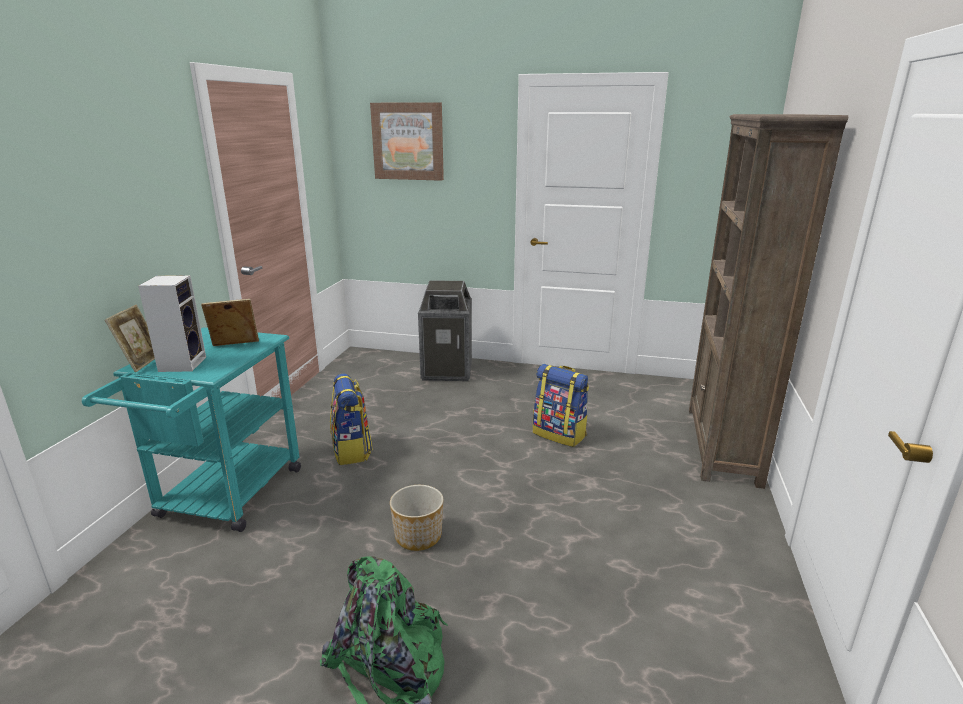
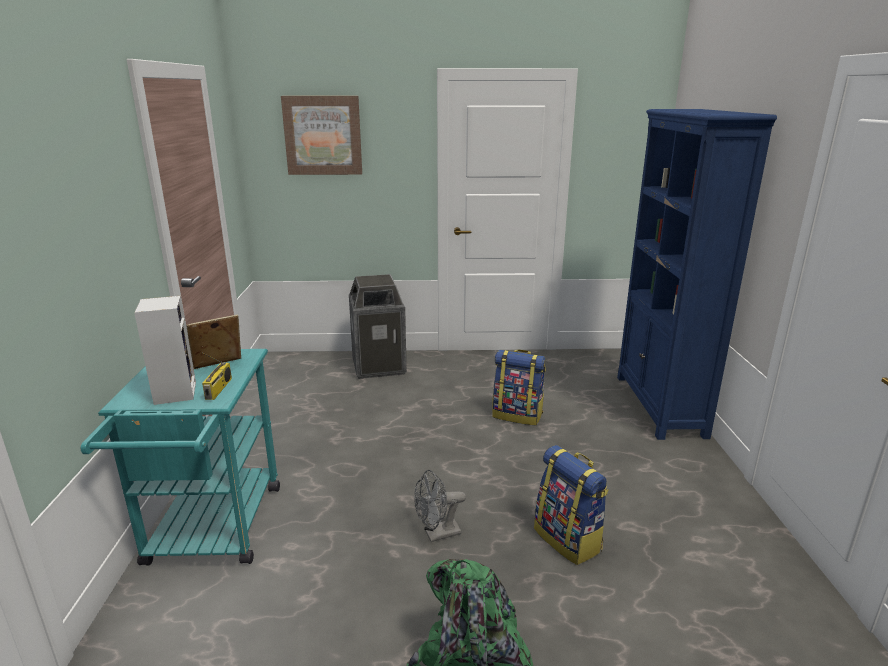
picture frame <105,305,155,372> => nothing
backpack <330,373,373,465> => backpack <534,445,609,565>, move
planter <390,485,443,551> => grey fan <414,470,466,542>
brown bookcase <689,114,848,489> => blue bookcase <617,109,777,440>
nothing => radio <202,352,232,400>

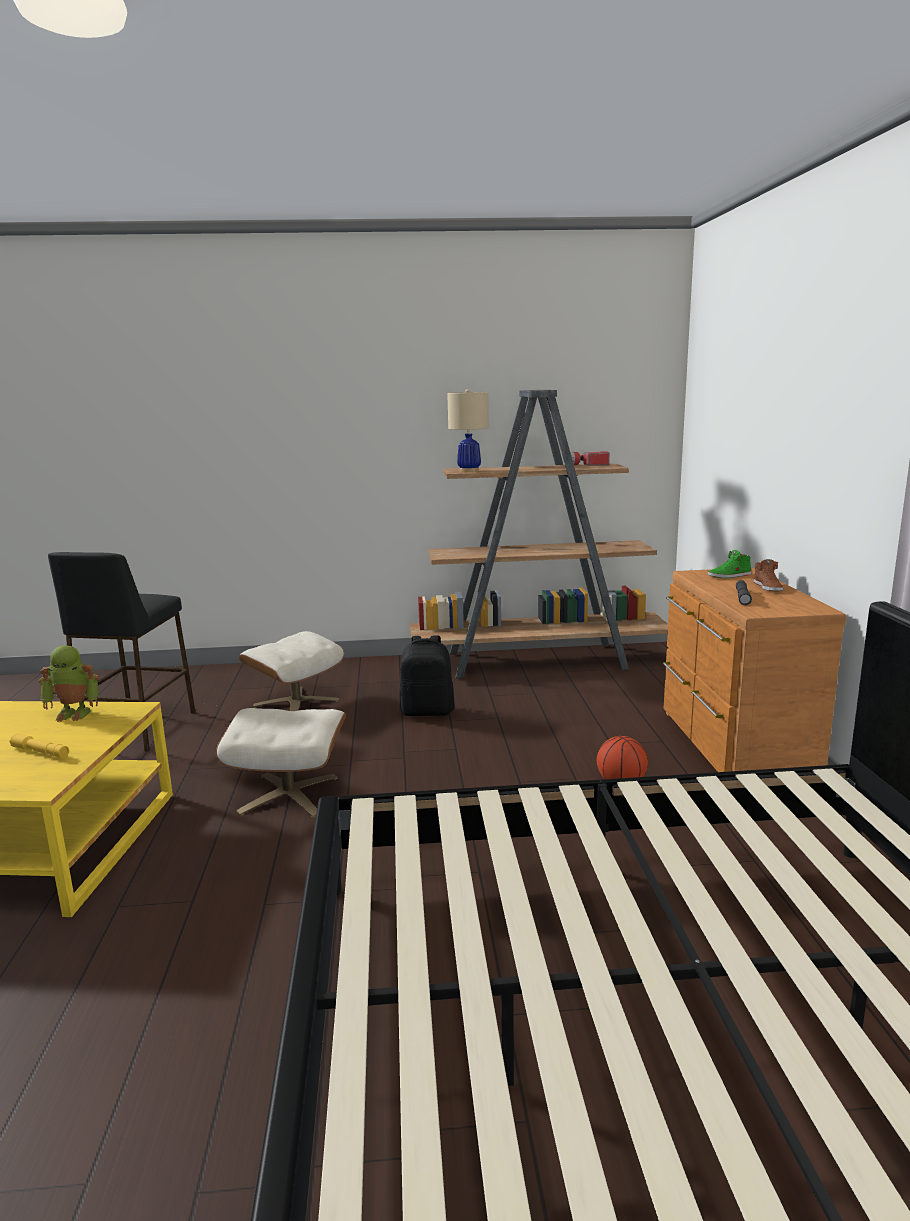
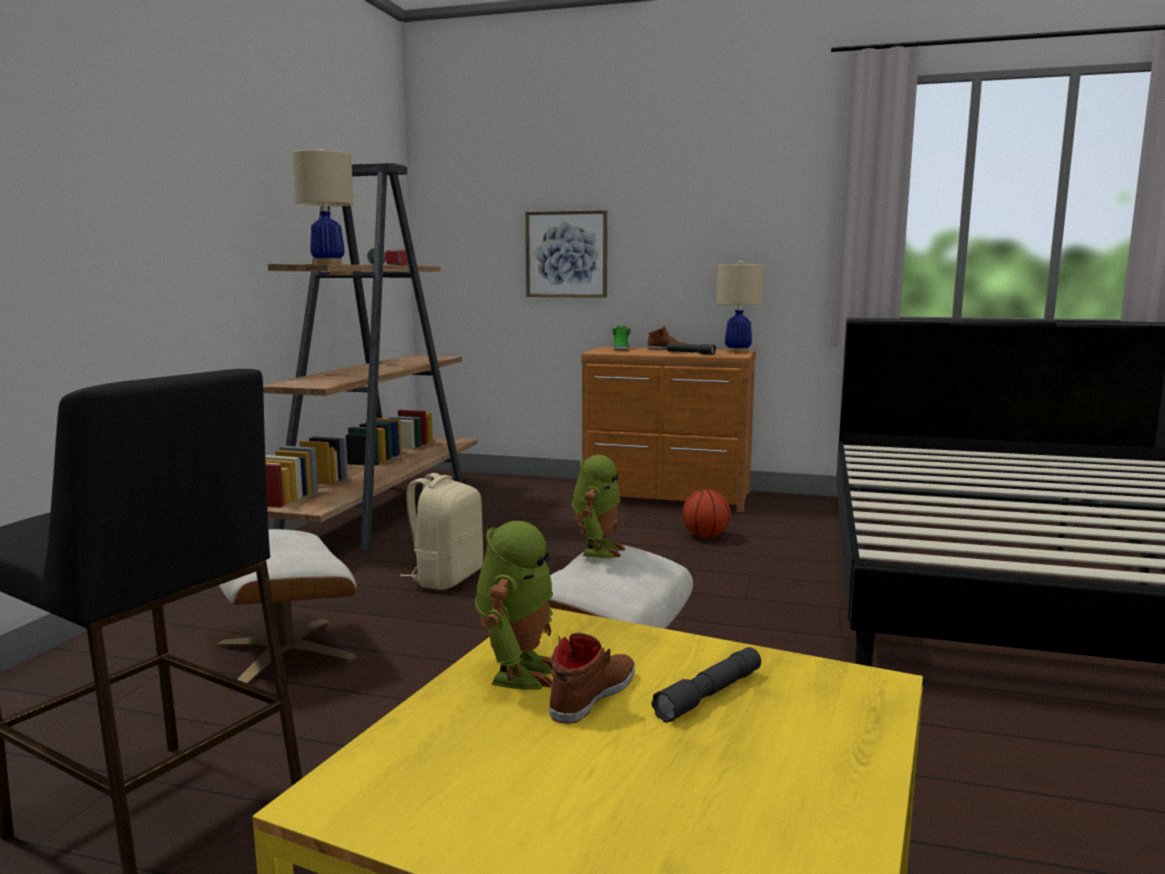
yellow flashlight <10,733,69,758> => grey flashlight <651,647,761,723>
black backpack <399,636,455,716> => beige backpack <400,473,483,590>
nothing => picture <525,210,607,298>
nothing => brown shoe <549,632,635,724>
nothing => toy robot <572,455,625,558>
nothing => beige table lamp <717,261,764,353>

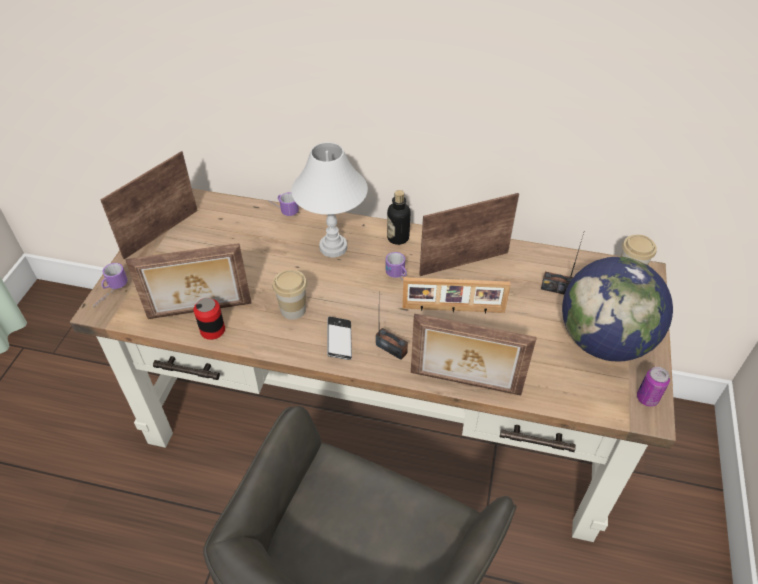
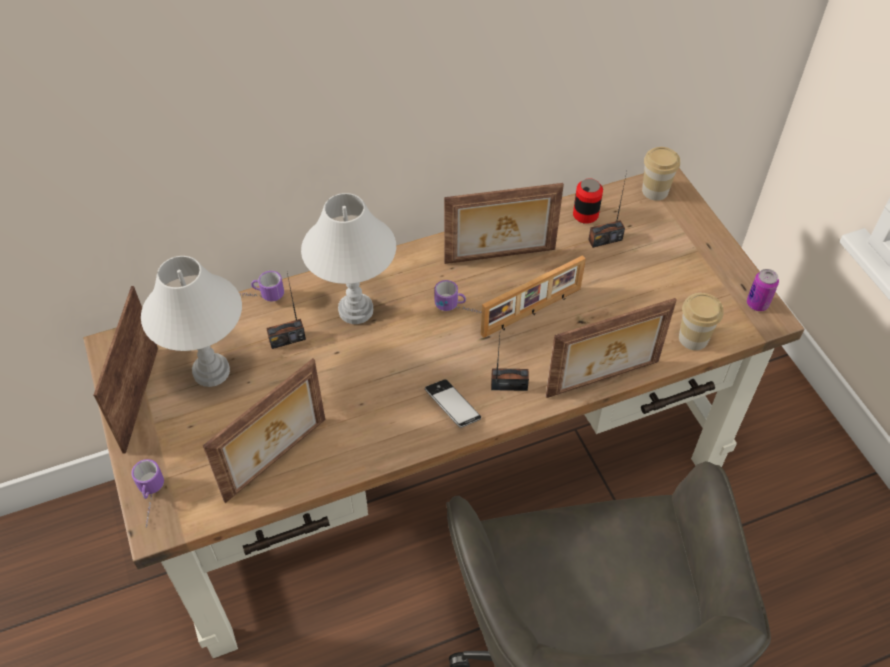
can <194,298,225,340> => can <573,179,603,224>, move
cup <272,270,307,320> => cup <679,293,724,350>, move
bottle <387,190,410,245> => nothing
picture frame <419,193,519,276> => picture frame <444,183,564,264>, 135 degrees counterclockwise
globe <562,257,673,361> => nothing
nothing => white table lamp <141,256,242,387>
nothing => radio <266,273,306,349>

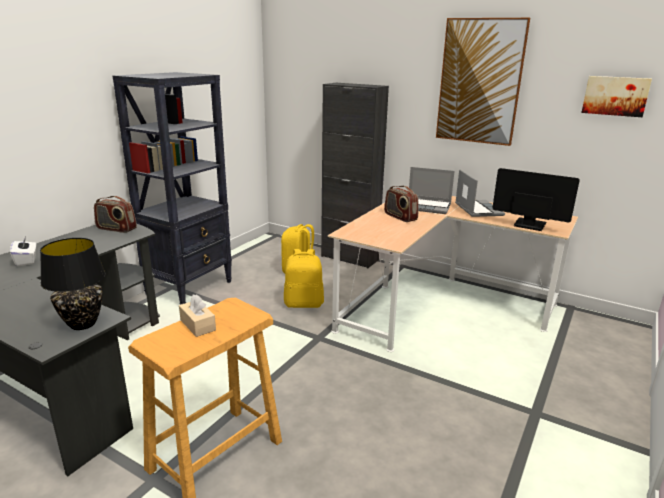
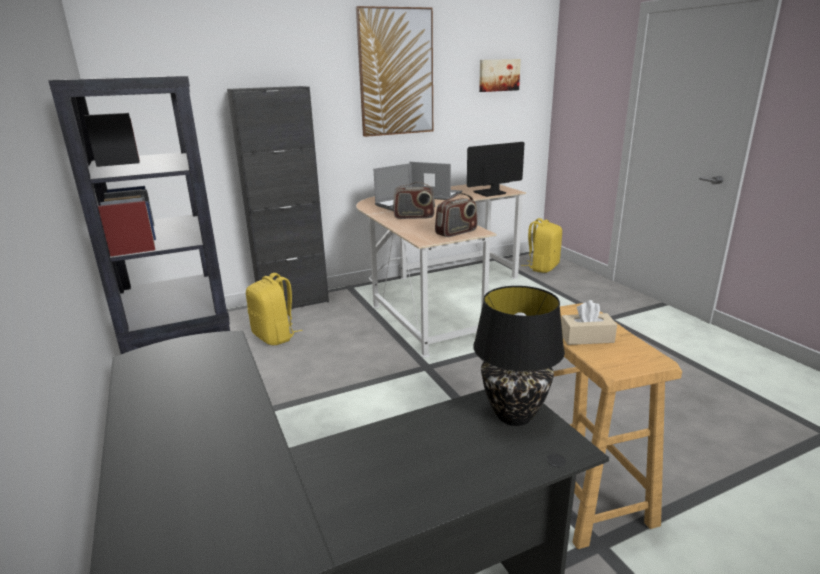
white tissue box <10,237,36,266> => nothing
radio <94,196,137,233> => radio <435,193,477,237>, move
yellow backpack <284,249,324,308> => yellow backpack <521,218,562,273>, move

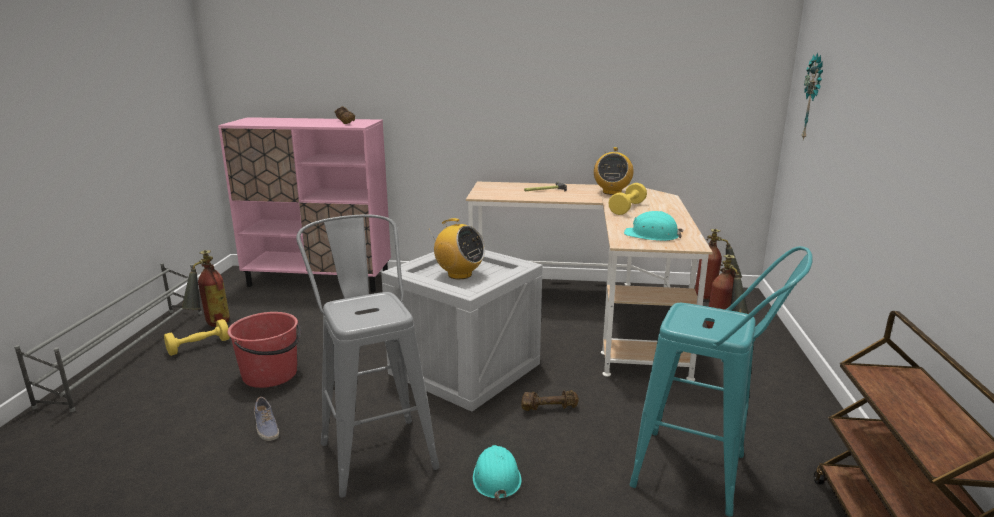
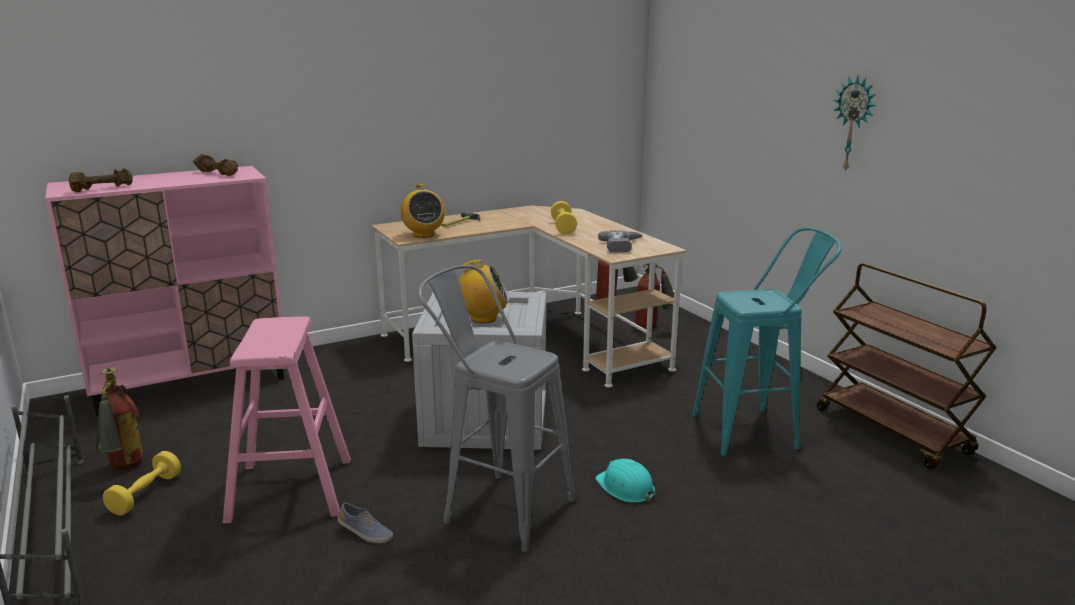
red bucket <228,312,301,388> => pink stool <223,317,351,524>
brown dumbbell <521,390,579,411> => brown dumbbell <69,168,133,192>, move
radio <594,147,633,195> => radio <401,184,445,238>, move
turquoise hard hat <624,211,683,241> => power drill <598,231,643,253>
wall clock <801,53,823,139> => wall clock <833,76,876,172>, move

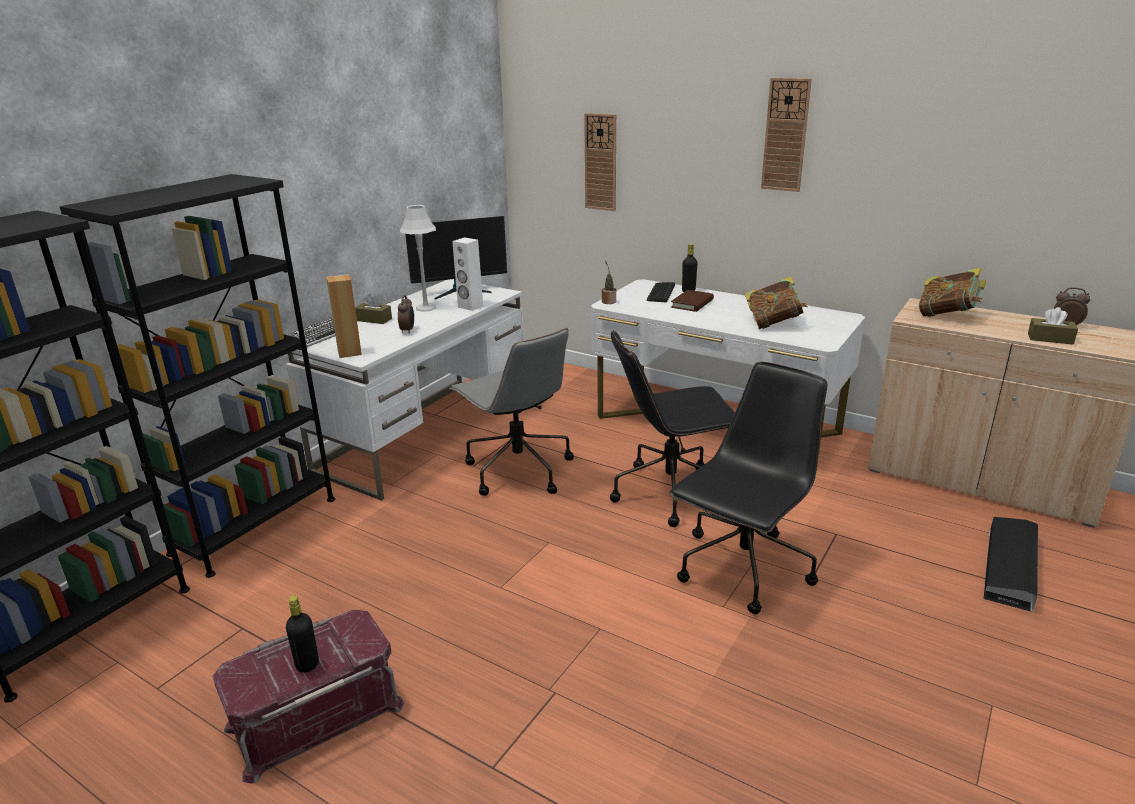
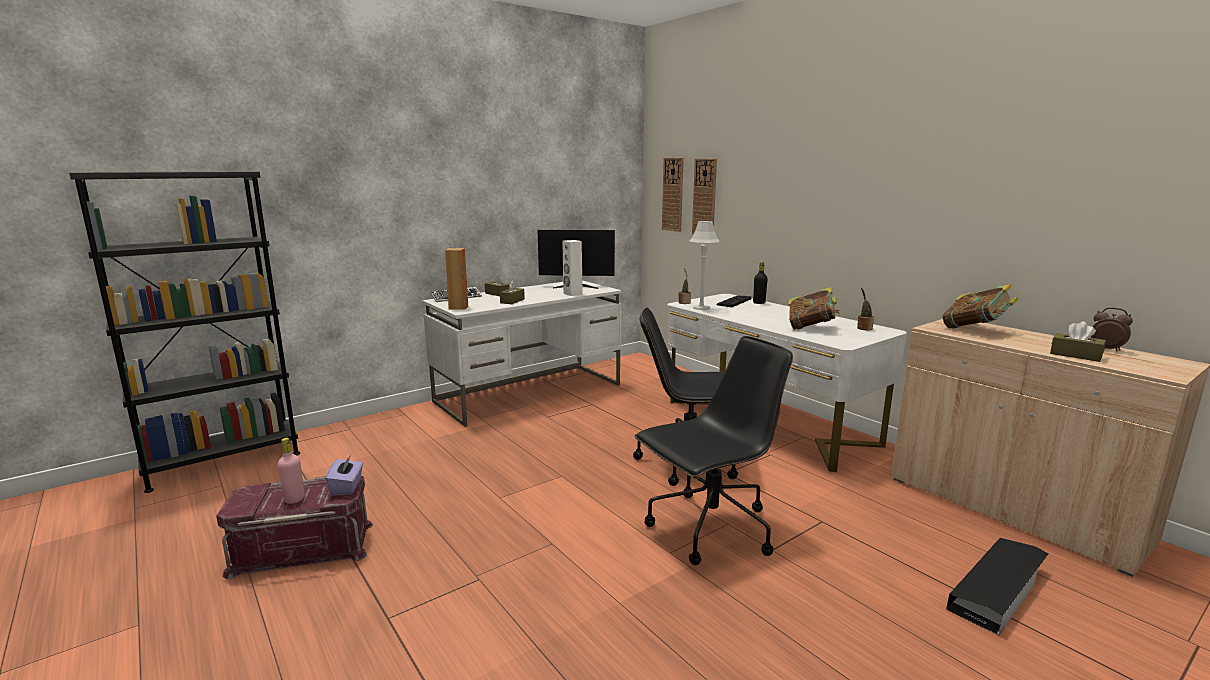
black bookcase <59,174,335,578> => nothing
black bottle <286,596,319,673> => pink bottle <277,438,305,504>
alarm clock <398,295,414,333> => brown tissue box <500,280,525,304>
grey table lamp <400,205,436,312> => grey table lamp <689,221,719,310>, move
grey office chair <449,328,574,496> => nothing
brown book <671,290,714,312> => nothing
wall clock <761,78,812,192> => wall clock <662,158,684,232>, move
nothing => purple tissue box <325,455,363,495>
nothing => potted plant <857,287,874,330>

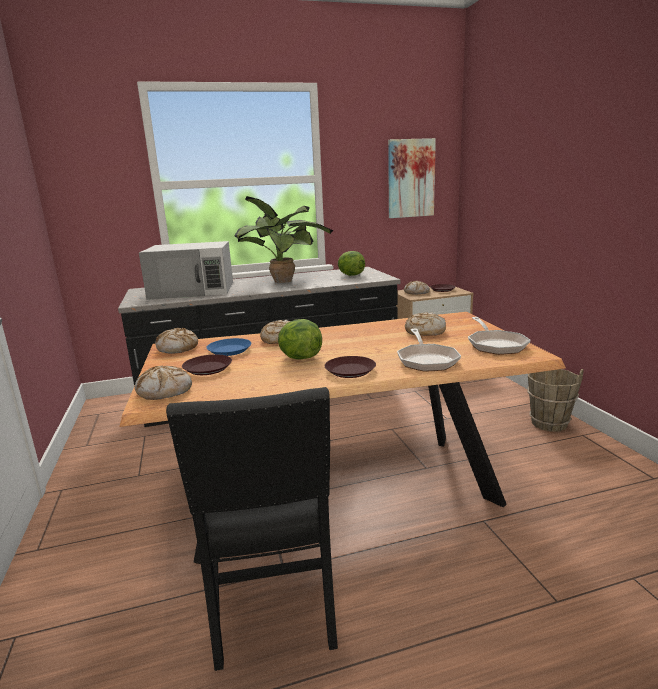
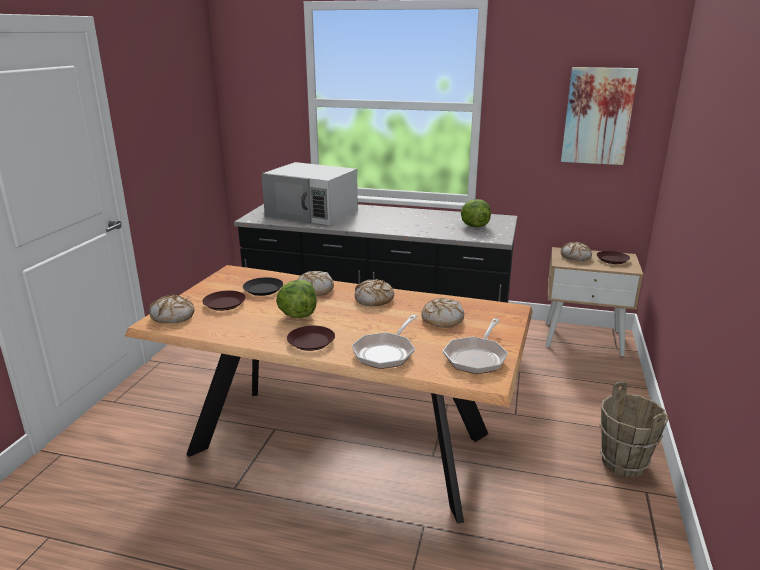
bread <155,328,198,354> => bread <355,279,394,306>, move
black chair <166,387,338,671> => nothing
blue plate <206,338,251,356> => black plate <243,277,283,296>
potted plant <234,196,333,283> => nothing

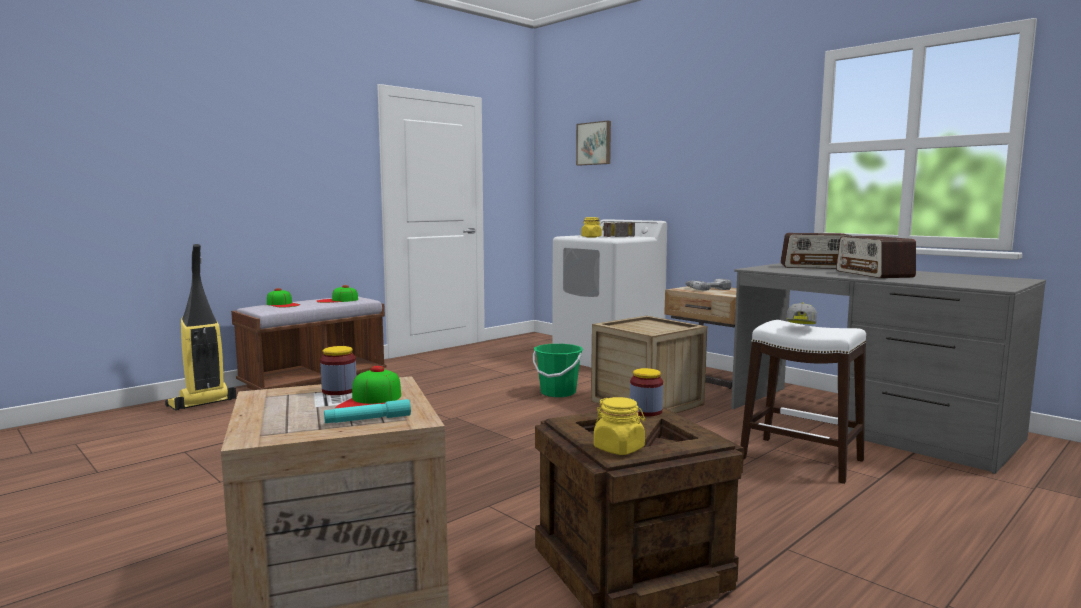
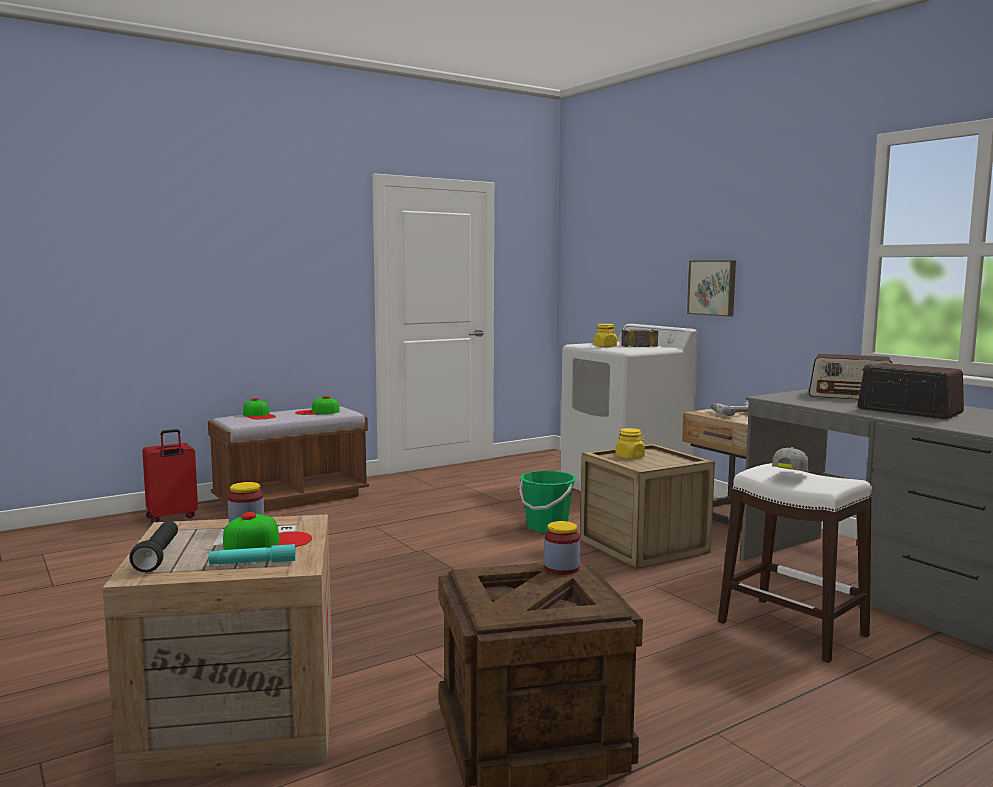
vacuum cleaner <165,244,236,411> => red suitcase <142,429,198,524>
cap <335,366,401,409> => cap <223,512,312,550>, 135 degrees counterclockwise
picture <576,121,611,166> => picture <687,260,736,317>, move
yellow jar <594,397,645,455> => yellow jar <615,428,645,459>, move
radio <836,236,916,278> => radio <857,363,964,419>, 135 degrees clockwise
nothing => black flashlight <129,521,178,573>

